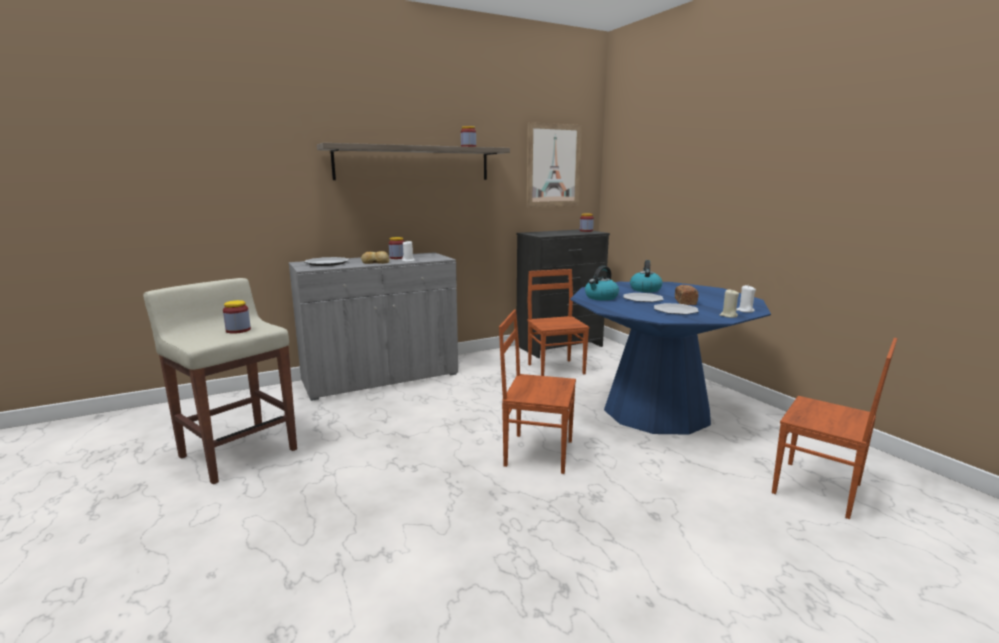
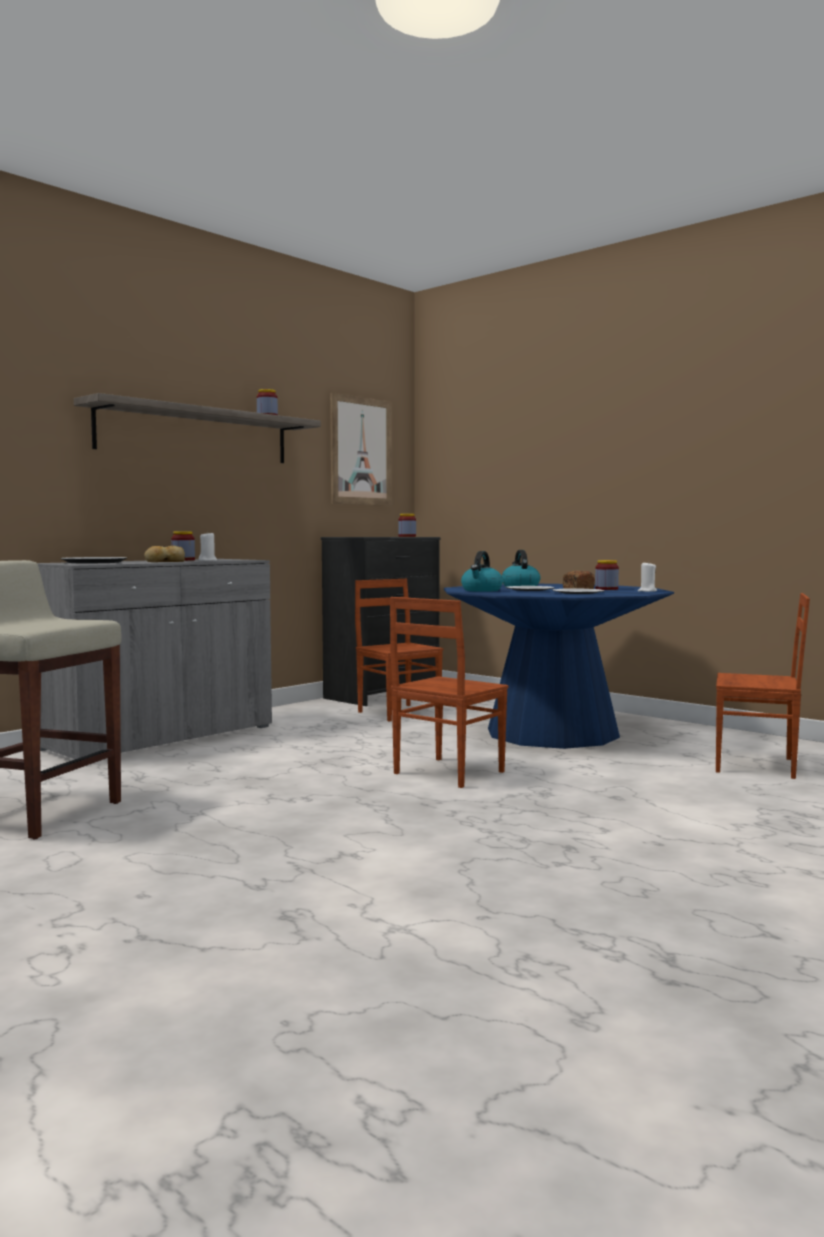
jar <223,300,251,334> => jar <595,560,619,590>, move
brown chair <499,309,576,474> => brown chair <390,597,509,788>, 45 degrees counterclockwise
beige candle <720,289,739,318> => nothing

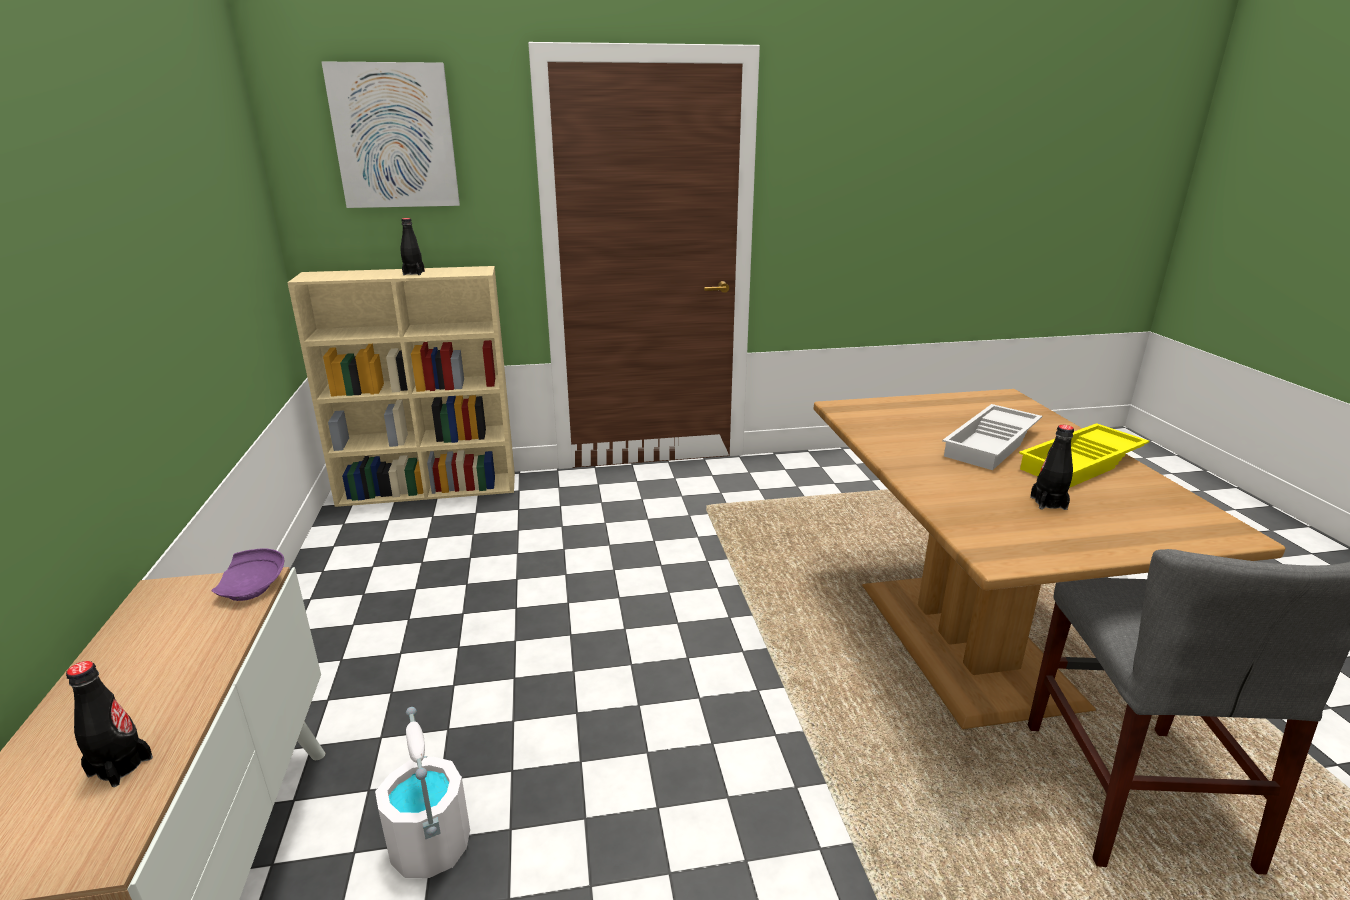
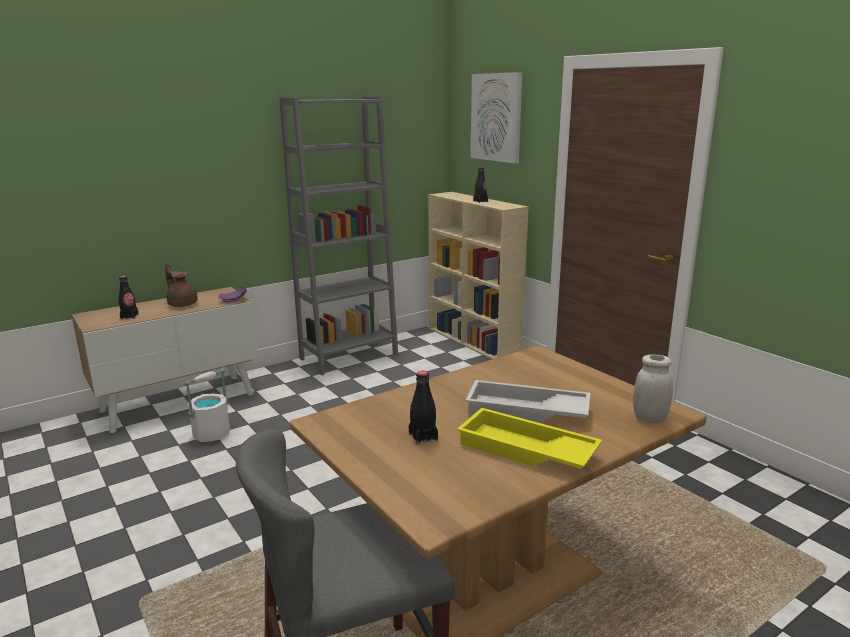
nothing => brown teapot <165,263,198,307>
nothing => grey bookcase <279,96,398,375>
nothing => white jar <633,354,673,424>

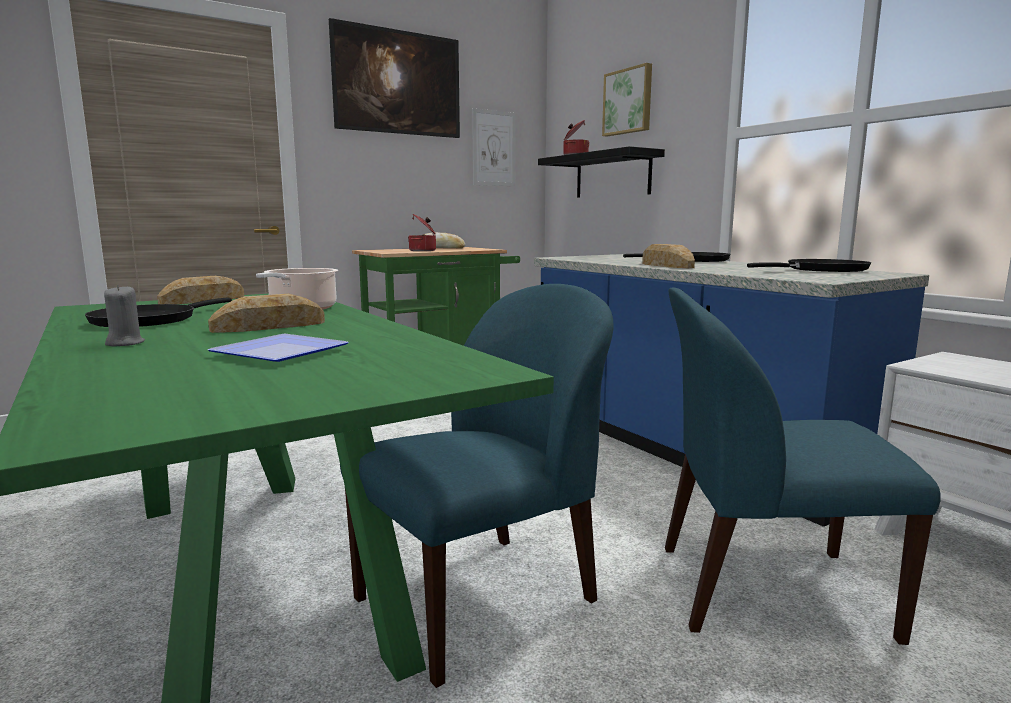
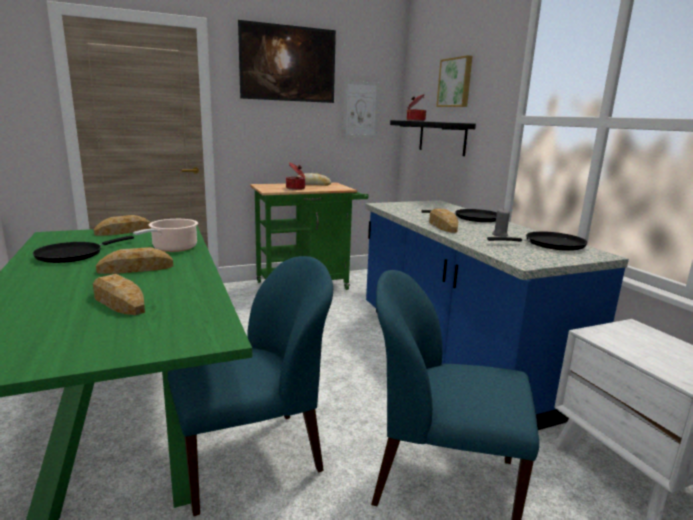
grey candle <104,284,145,347> => grey candle <492,208,510,237>, move
plate <208,334,349,362> => bread <93,274,145,315>

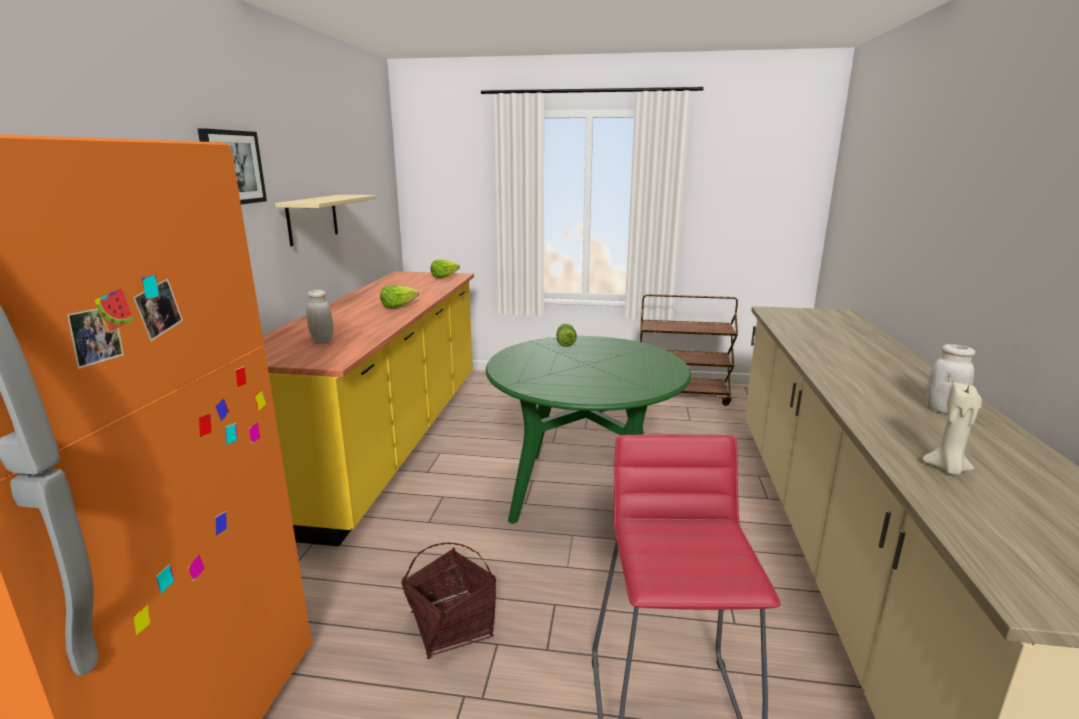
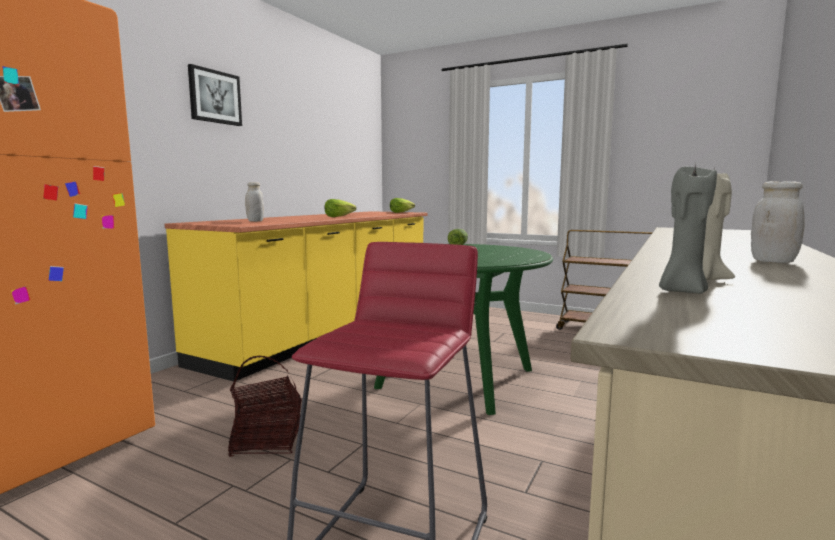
beige shelf <275,195,376,246> => nothing
nothing => grey candle <659,163,717,294>

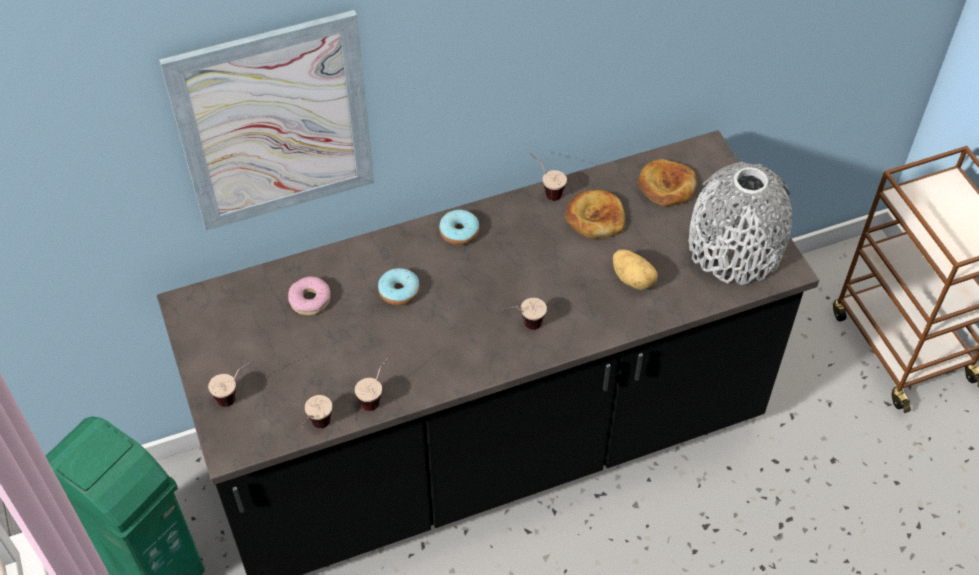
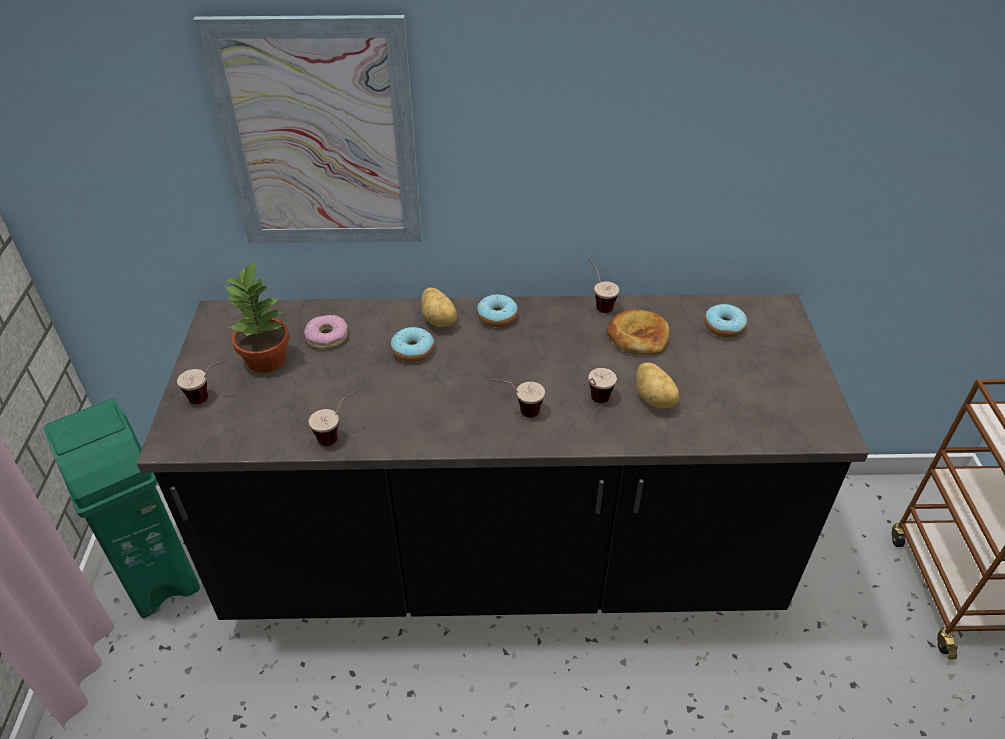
cup <302,395,332,428> => cup <582,368,617,403>, move
bread <638,159,697,206> => donut <704,303,747,337>
grey vase <688,162,792,285> => nothing
nothing => potted plant <224,260,289,373>
nothing => potato <421,287,457,327>

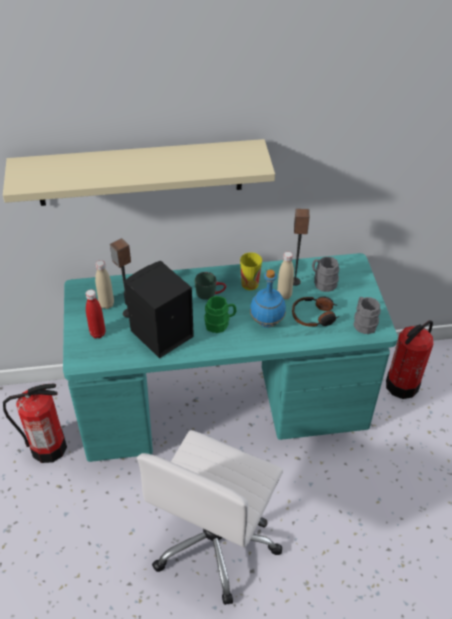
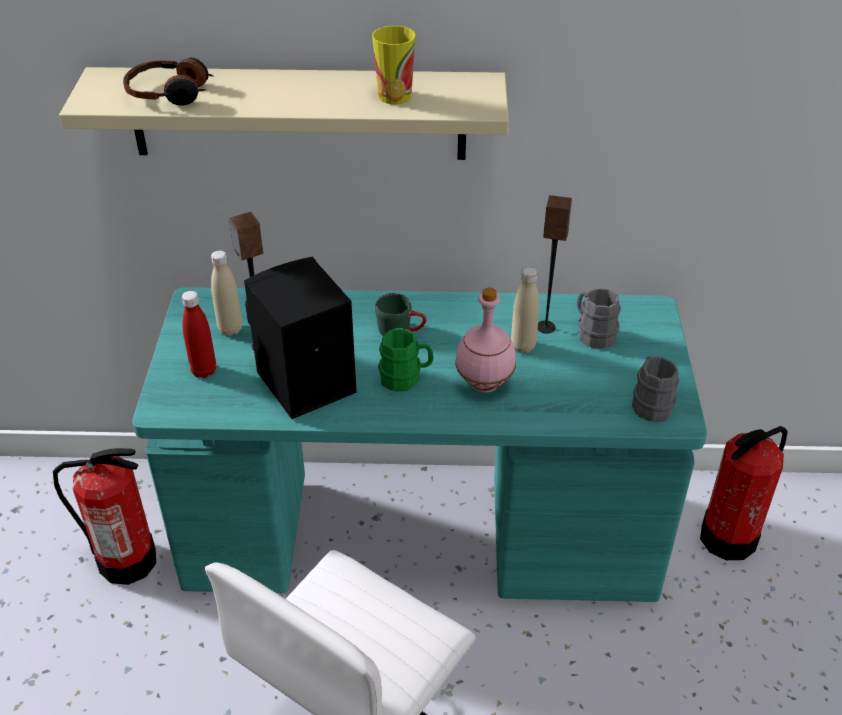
cup <240,252,262,290> => cup <372,26,416,104>, move
blue bottle <250,270,286,328> => pink bottle <455,288,516,393>
headphones <292,296,340,326> => headphones <123,58,214,106>, move

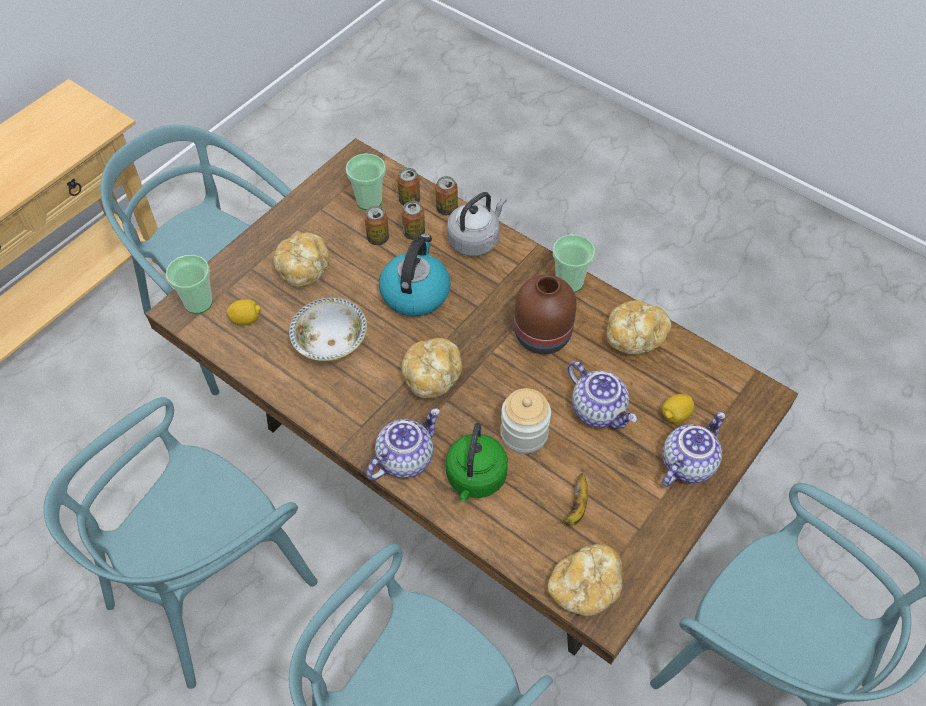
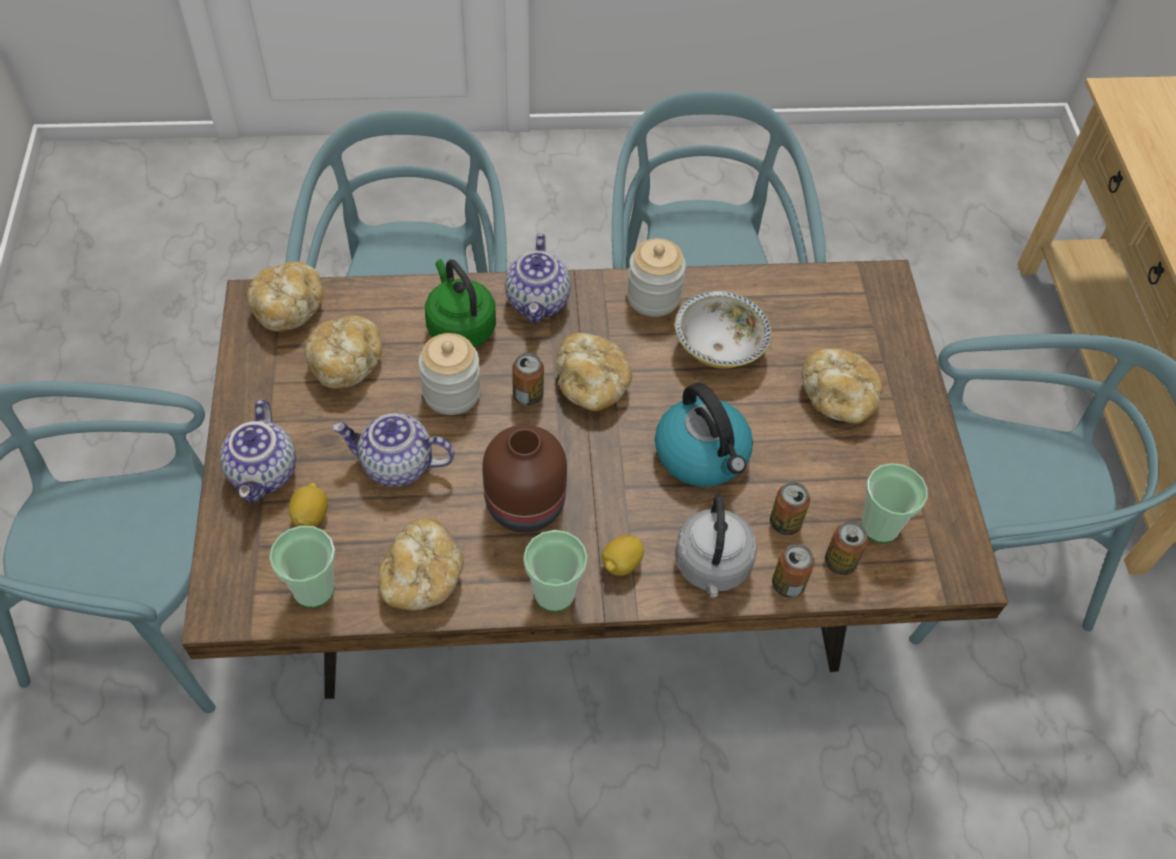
cup <166,255,213,314> => cup <269,526,336,608>, move
lemon <227,299,261,326> => lemon <602,535,644,576>, move
can <364,206,389,245> => can <512,353,544,406>, move
banana <560,473,588,525> => bread <304,315,382,389>
nothing => jar <627,238,686,317>

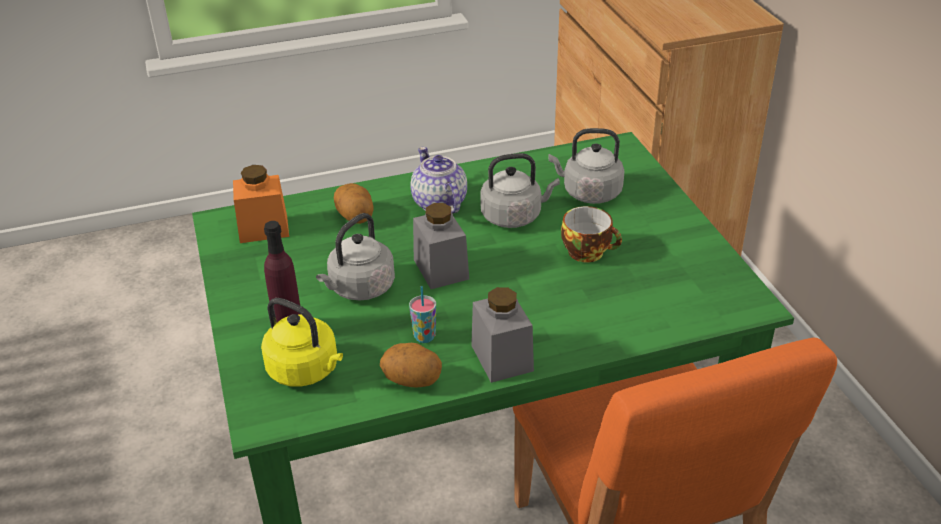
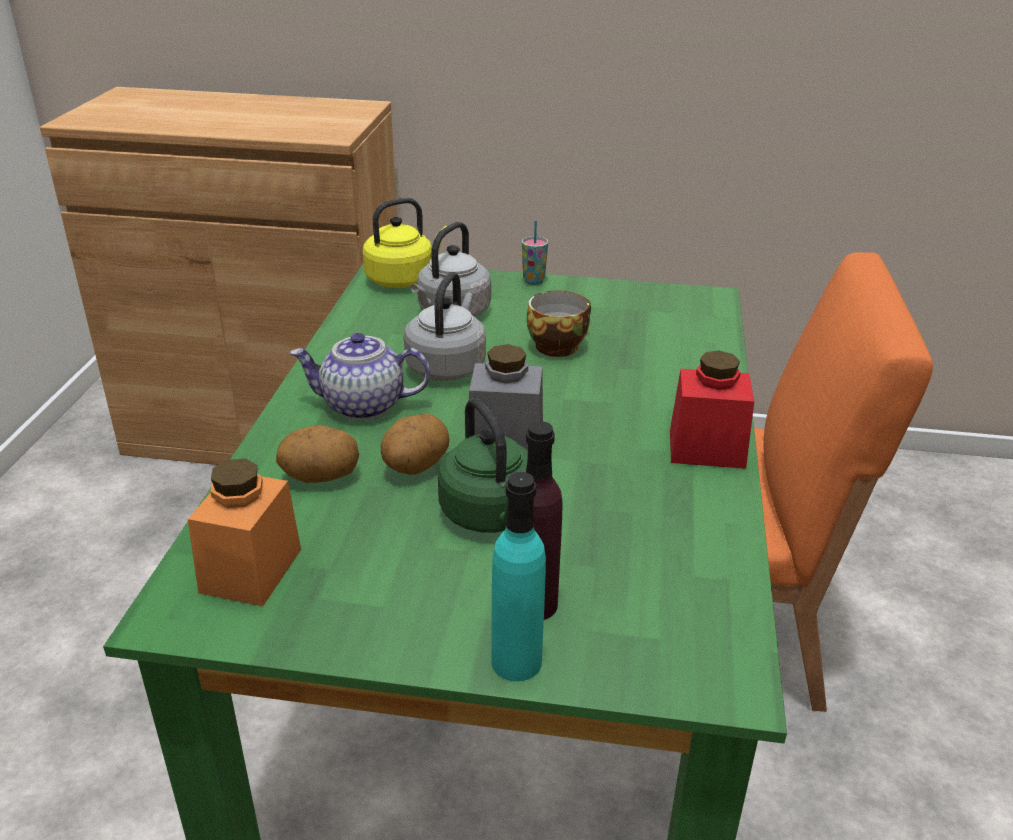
yellow kettle <261,298,343,387> => yellow kettle <363,198,447,288>, move
grey kettle <316,213,395,301> => green kettle <438,398,528,533>
potato <380,343,442,388> => potato <381,414,449,475>, move
cup <409,286,436,343> => cup <522,220,548,285>, move
grey jar <471,287,534,383> => red jar <670,351,754,469>
nothing => turquoise bottle <491,472,546,681>

